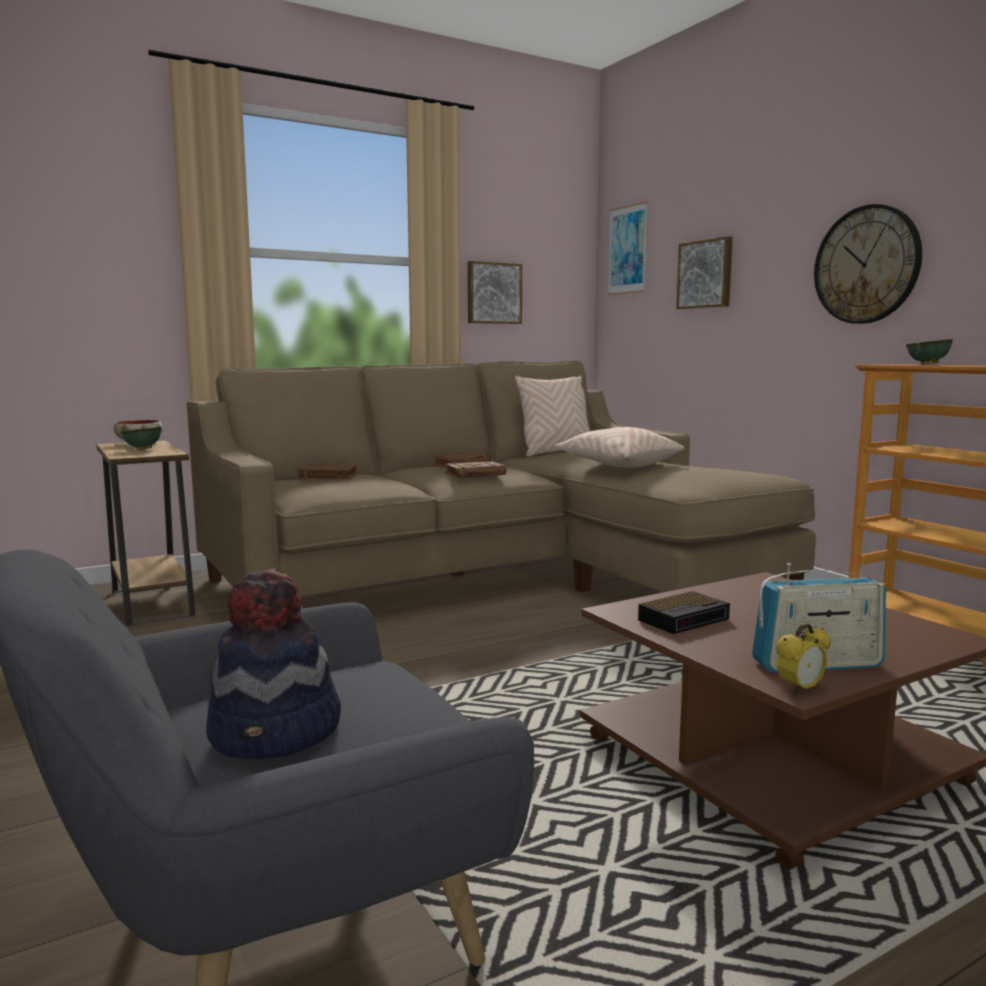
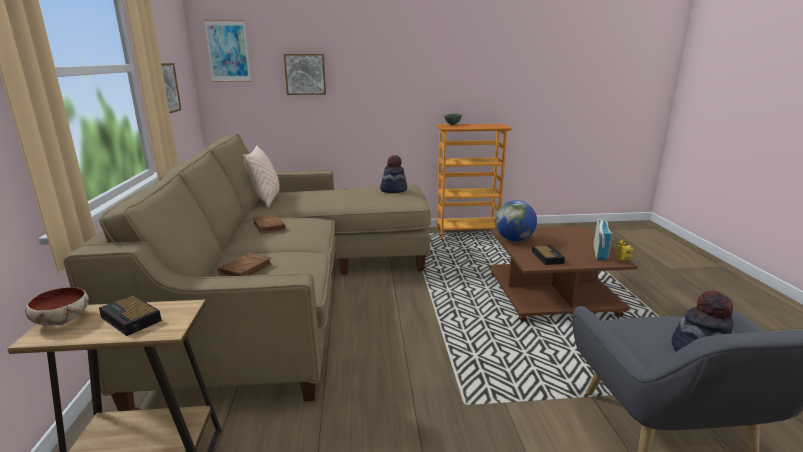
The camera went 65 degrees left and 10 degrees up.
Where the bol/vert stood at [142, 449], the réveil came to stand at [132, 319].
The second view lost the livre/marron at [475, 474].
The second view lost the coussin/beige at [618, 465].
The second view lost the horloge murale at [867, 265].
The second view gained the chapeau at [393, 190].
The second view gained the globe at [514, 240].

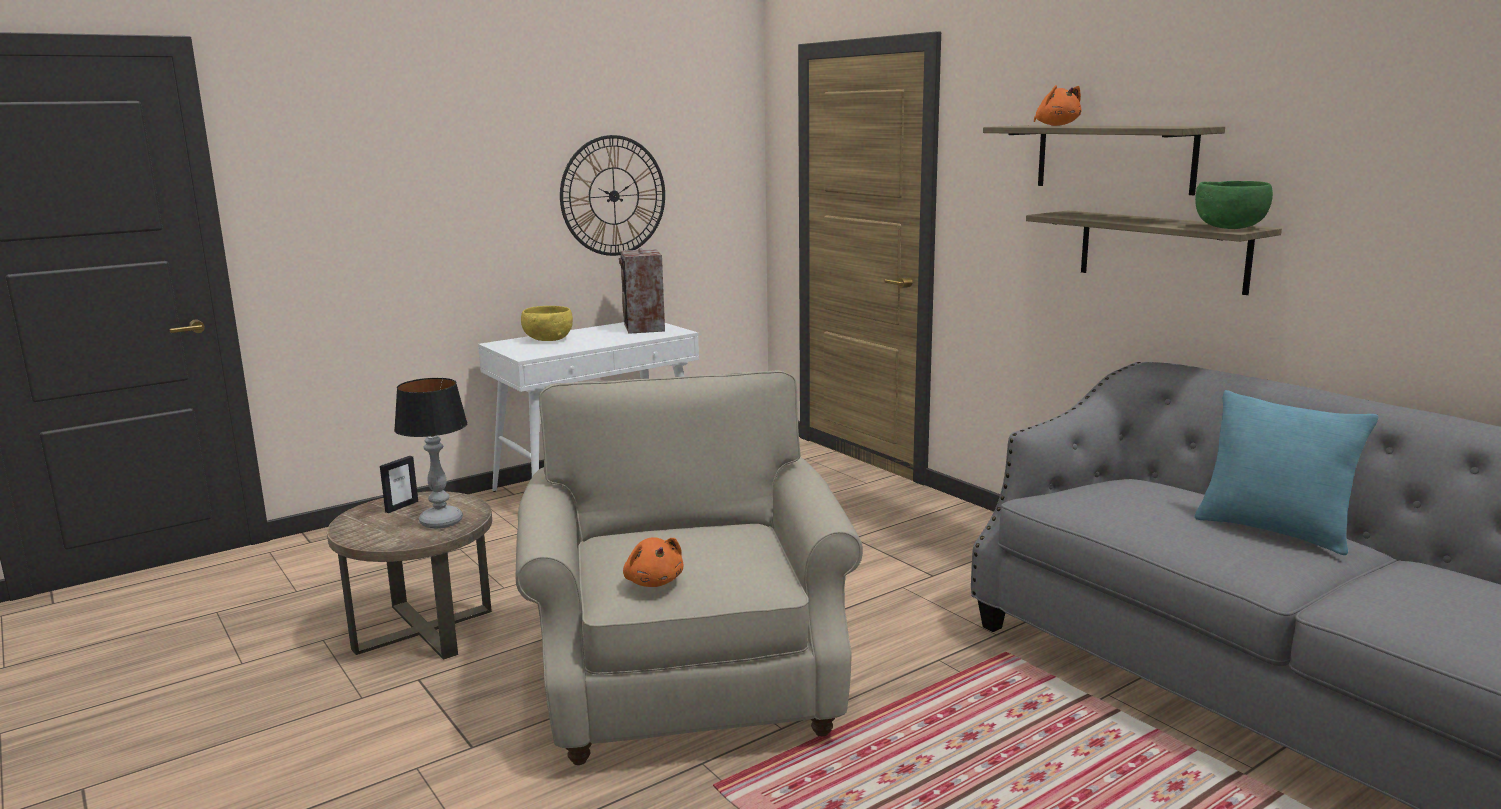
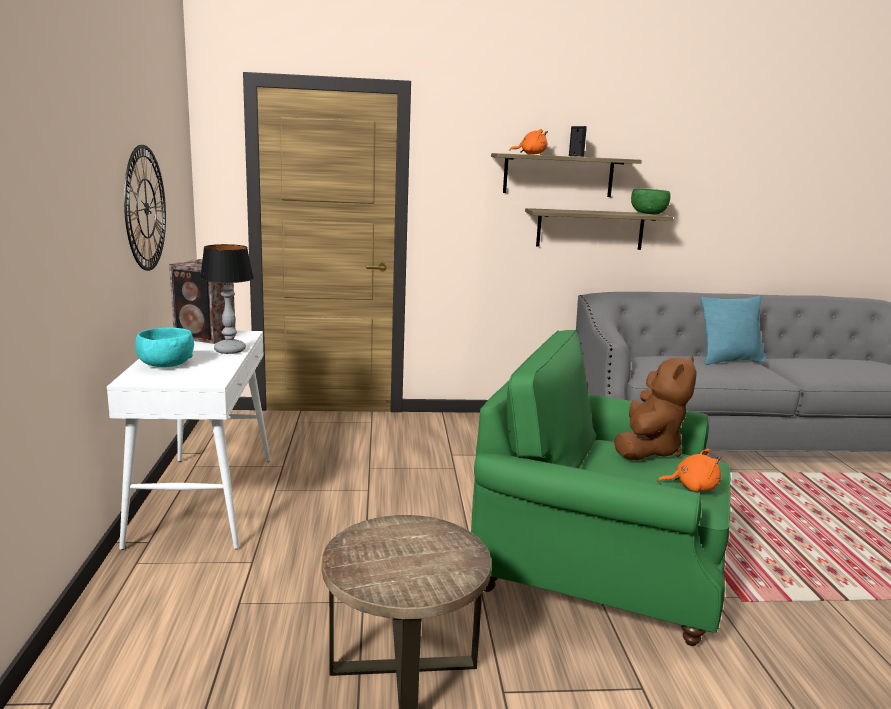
The camera went 60 degrees left and 0 degrees up.
The cadre photo ended up elsewhere, having gone from [401, 506] to [576, 156].
The lampe de table ended up elsewhere, having gone from [441, 521] to [229, 350].
What was the fauteuil/beige at [687, 677] turned into the fauteuil/vert at [598, 568].
What was the bol/jaune at [547, 339] turned into the bol/turquoise at [165, 365].
The second view gained the peluche/marron at [648, 450].

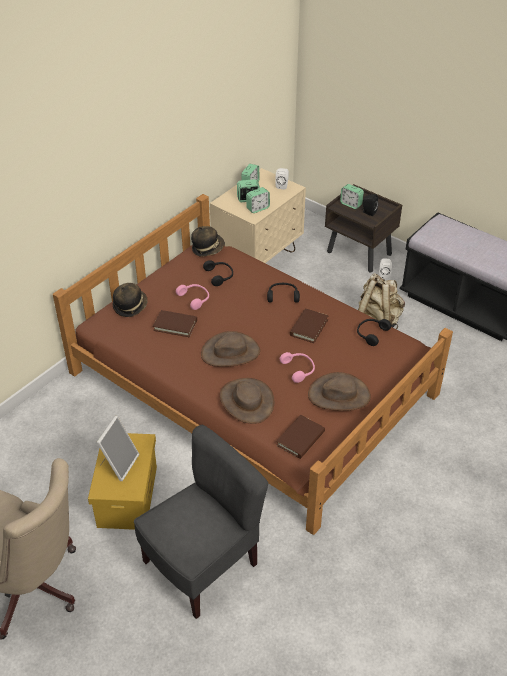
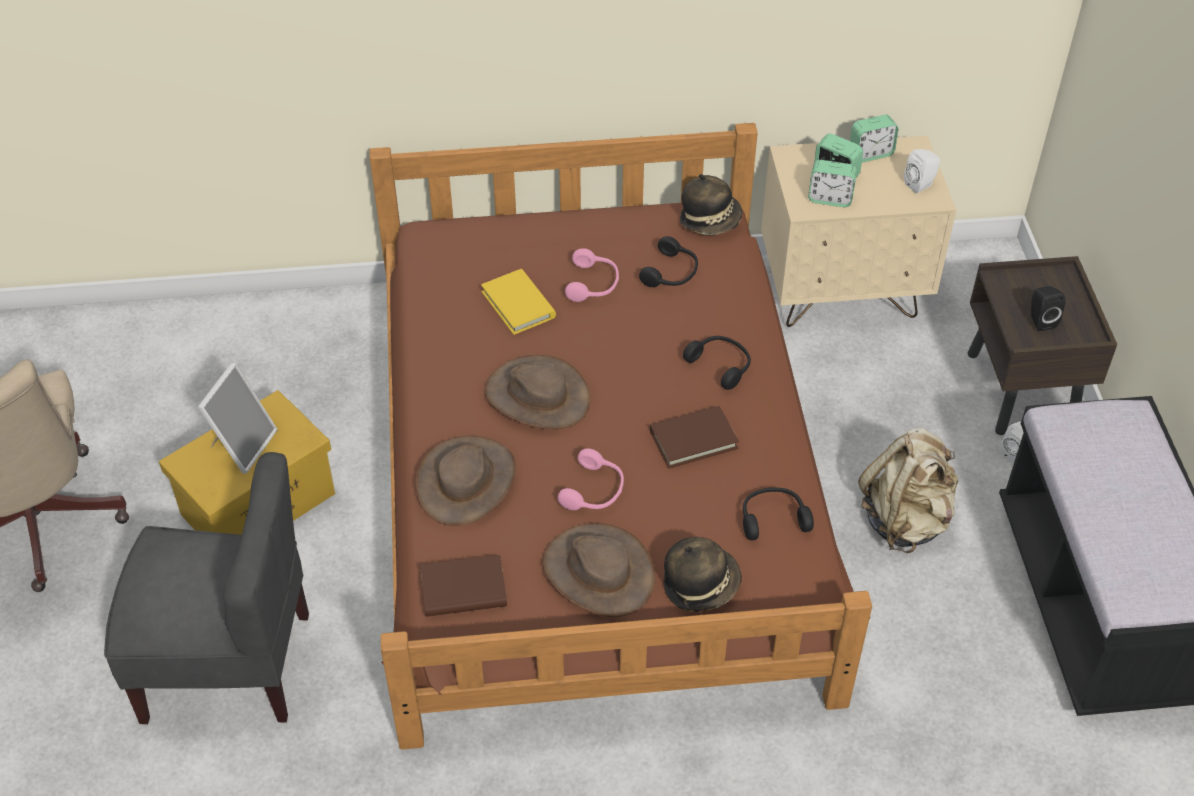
The camera went 45 degrees right and 5 degrees up.
The cadre photo at [119, 463] ended up facing another way, 45 degrees counterclockwise from before.
The chapeau ended up elsewhere, having gone from [130, 306] to [700, 584].
What was the livre/marron at [175, 325] turned into the livre/jaune at [518, 305].
The second view lost the réveil at [351, 204].

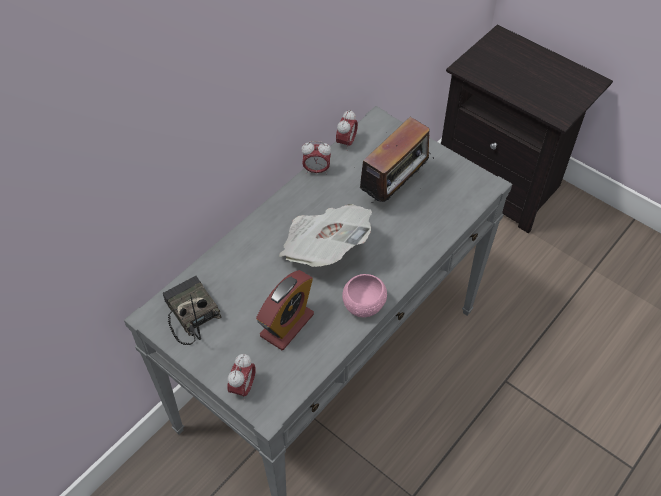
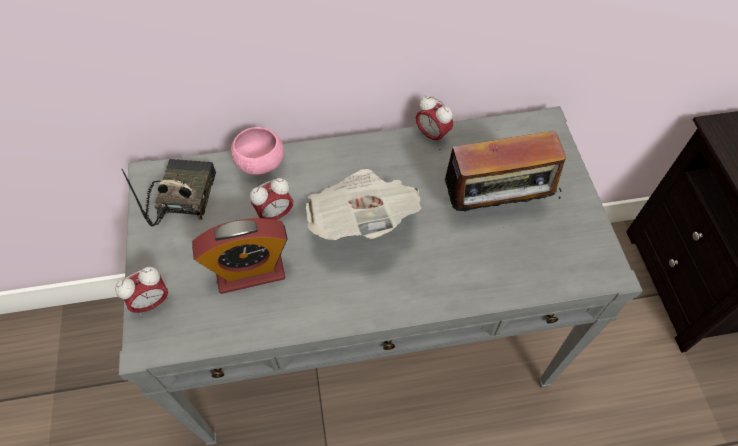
The camera went 40 degrees right and 5 degrees up.
The réveil ended up elsewhere, having gone from [346, 143] to [275, 215].
The bol/rose ended up elsewhere, having gone from [363, 305] to [261, 164].

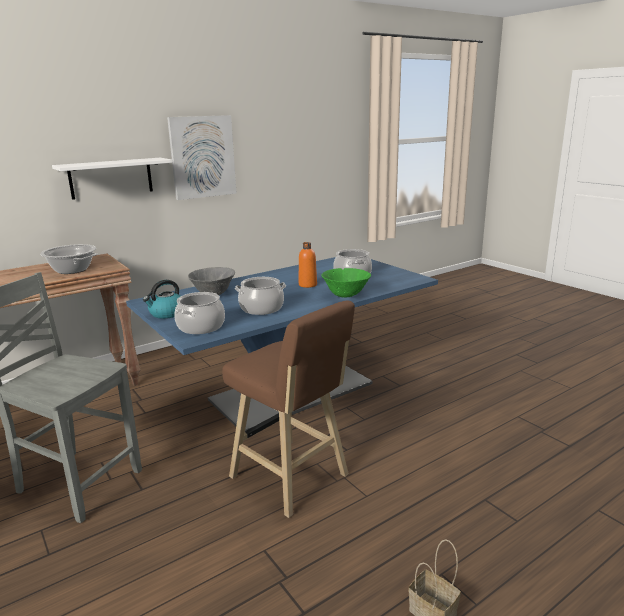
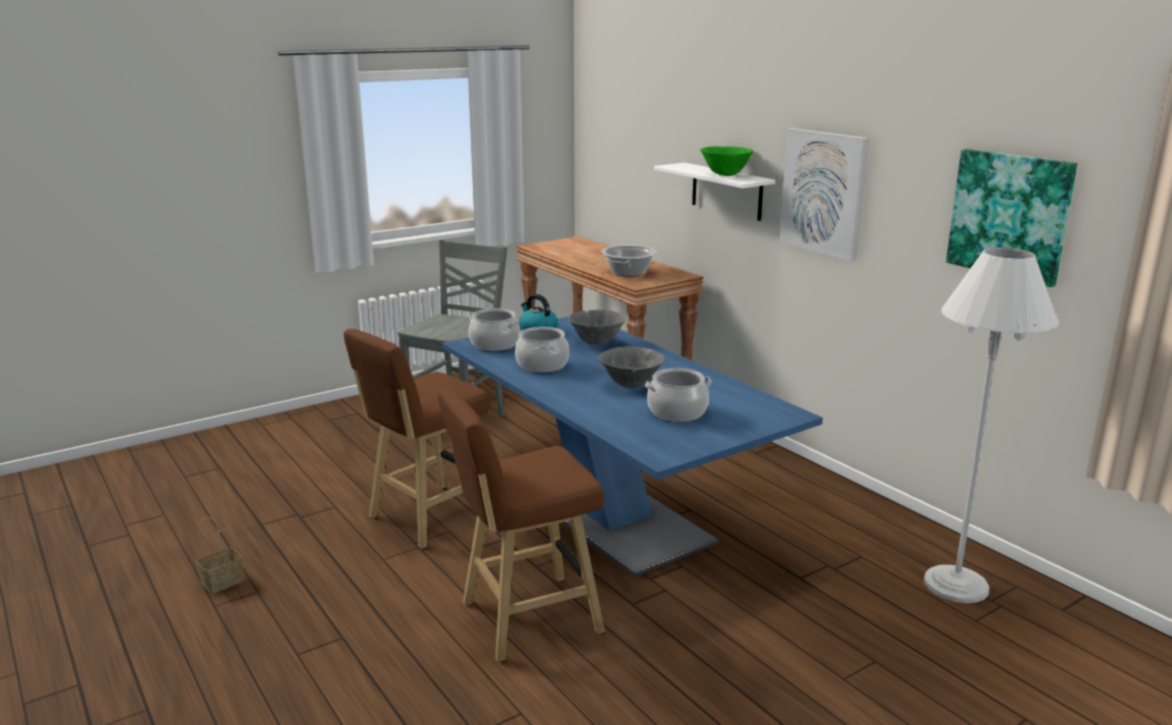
The camera went 90 degrees right and 0 degrees up.
Where the bouteille/orange stood at [307, 285], the bol/gris came to stand at [632, 385].
The bol/vert ended up elsewhere, having gone from [345, 296] to [725, 175].
The second view gained the tabouret/marron at [524, 619].
The second view gained the lampadaire/blanc at [956, 585].
The second view gained the tableau at [1010, 215].

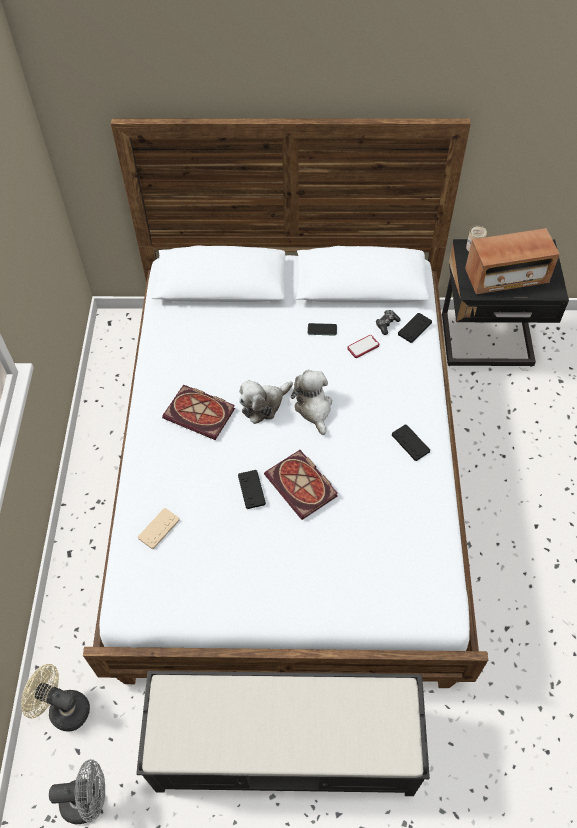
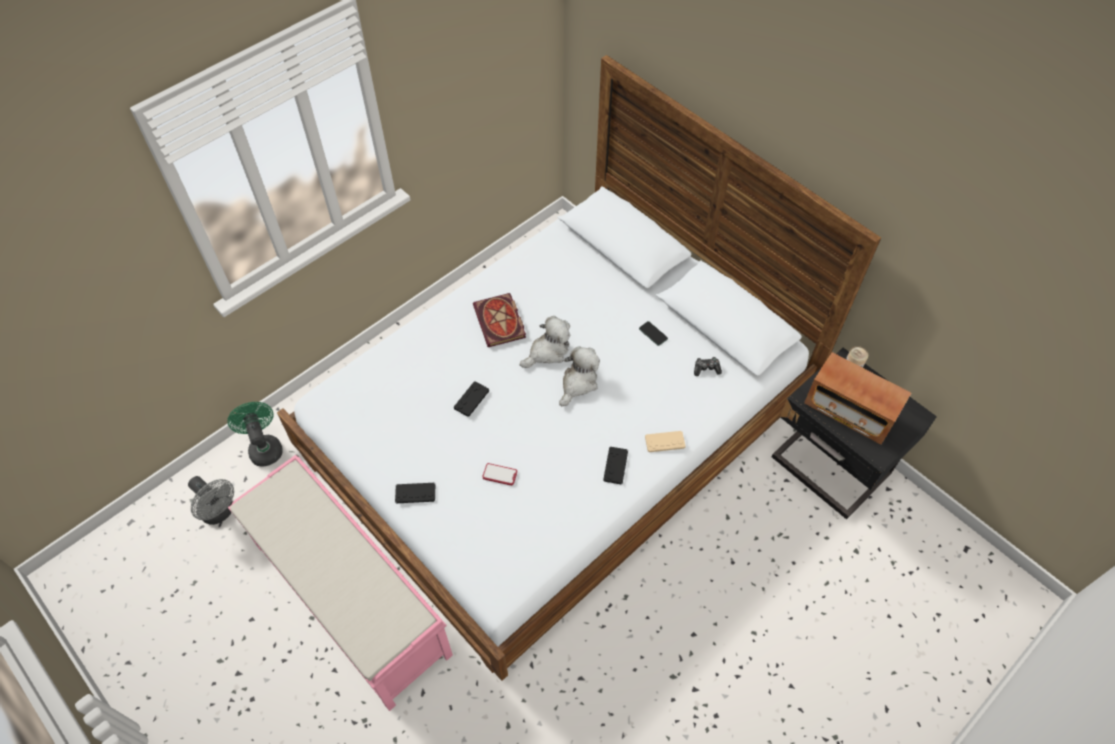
The camera went 45 degrees right and 0 degrees up.
What was the ventilateur/beige at [63, 709] turned into the ventilateur/vert at [264, 447].
What was the banc/noir at [287, 748] turned into the banc/rose at [352, 599].
The manette/beige ended up elsewhere, having gone from [159, 529] to [665, 442].
The peluche at [264, 405] ended up facing another way, 135 degrees clockwise from before.
The second view lost the livre at [303, 486].
The téléphone ended up elsewhere, having gone from [363, 347] to [500, 475].
The manette/noir ended up elsewhere, having gone from [414, 328] to [415, 493].

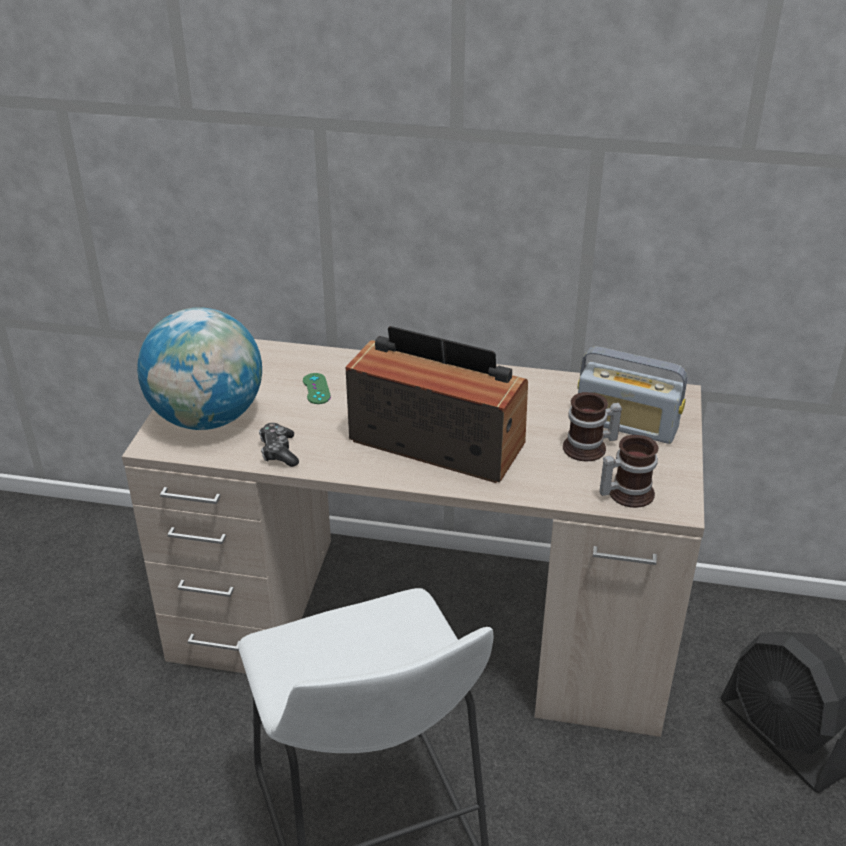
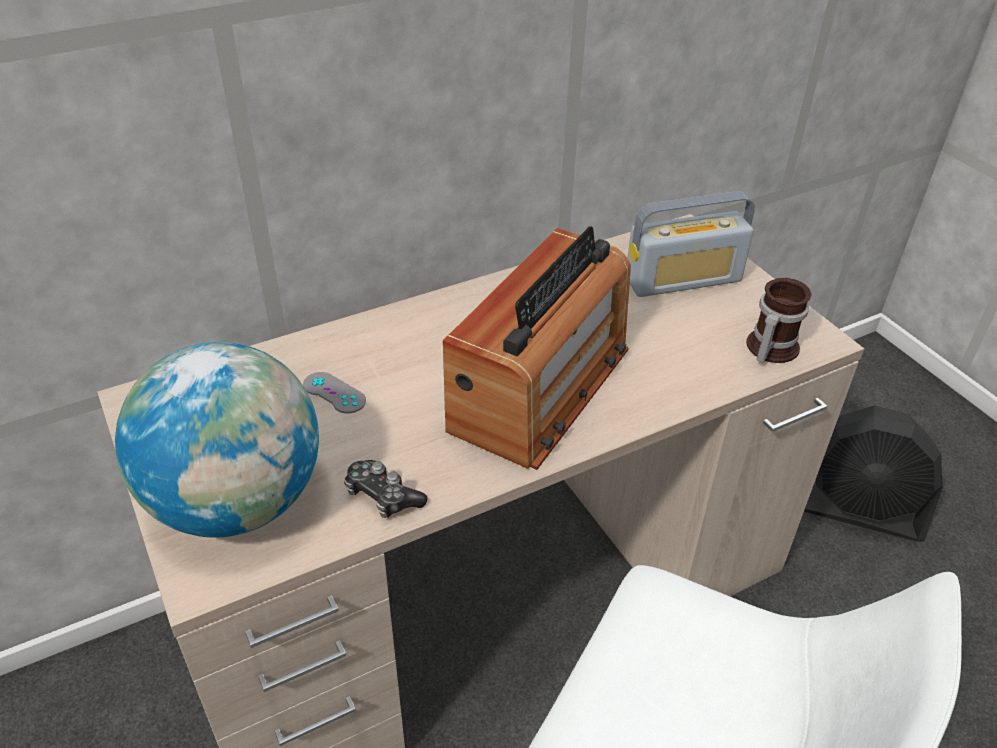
The camera went 40 degrees left and 5 degrees up.
What was the manette/vert at [316, 389] turned into the manette/gris at [334, 393].
The radio at [437, 442] ended up facing another way, 135 degrees clockwise from before.
The second view lost the mug at [589, 449].

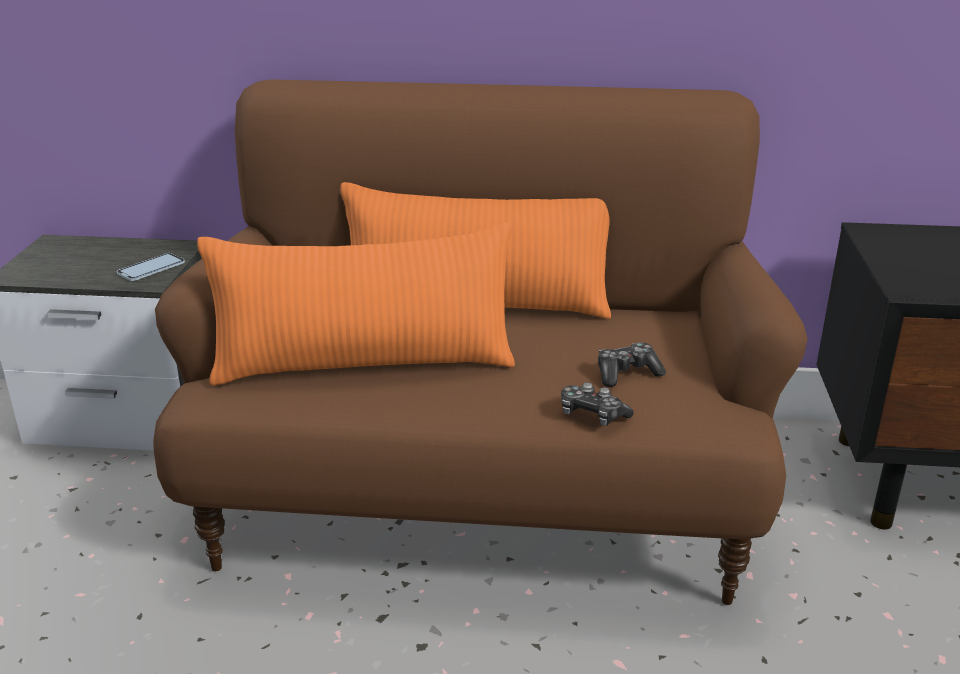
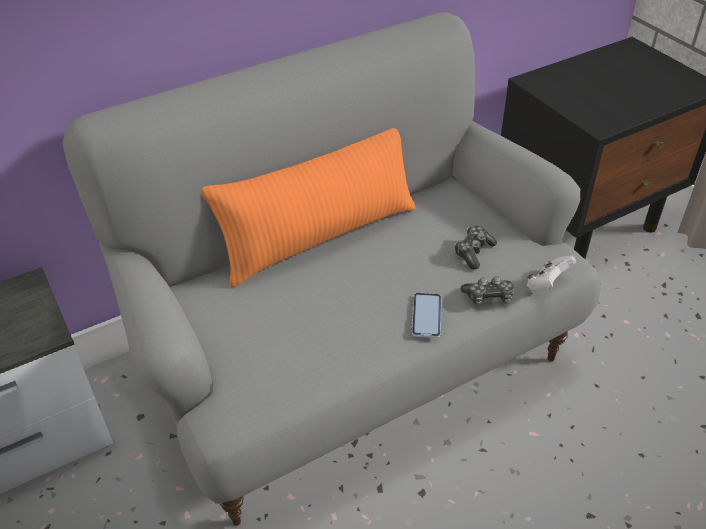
The camera went 35 degrees left and 15 degrees up.
The téléphone ended up elsewhere, having gone from [151, 268] to [426, 316].
What was the canapé/marron at [478, 498] turned into the canapé/gris at [354, 365].
The second view lost the coussin/orange at [364, 365].
The second view gained the manette/blanc at [547, 284].

